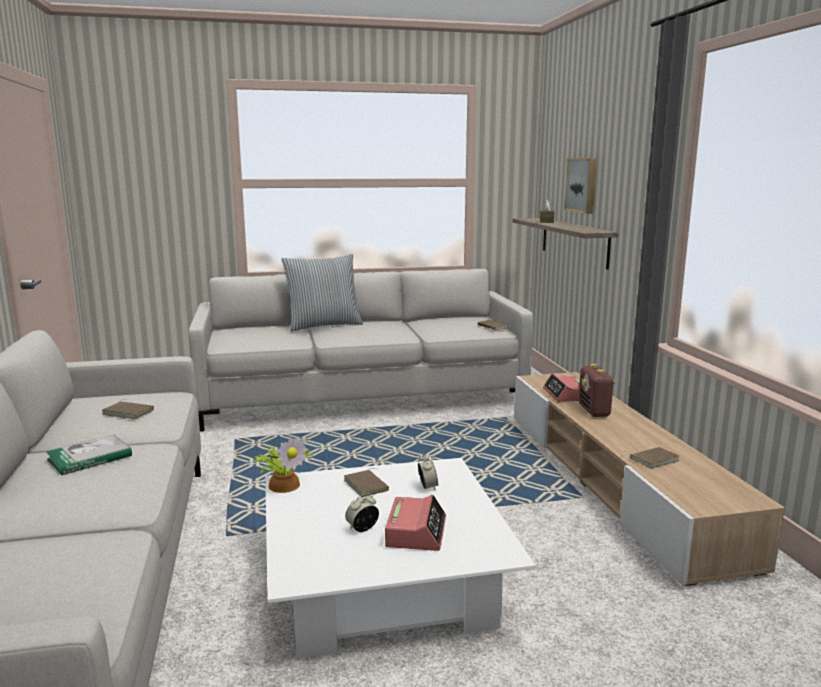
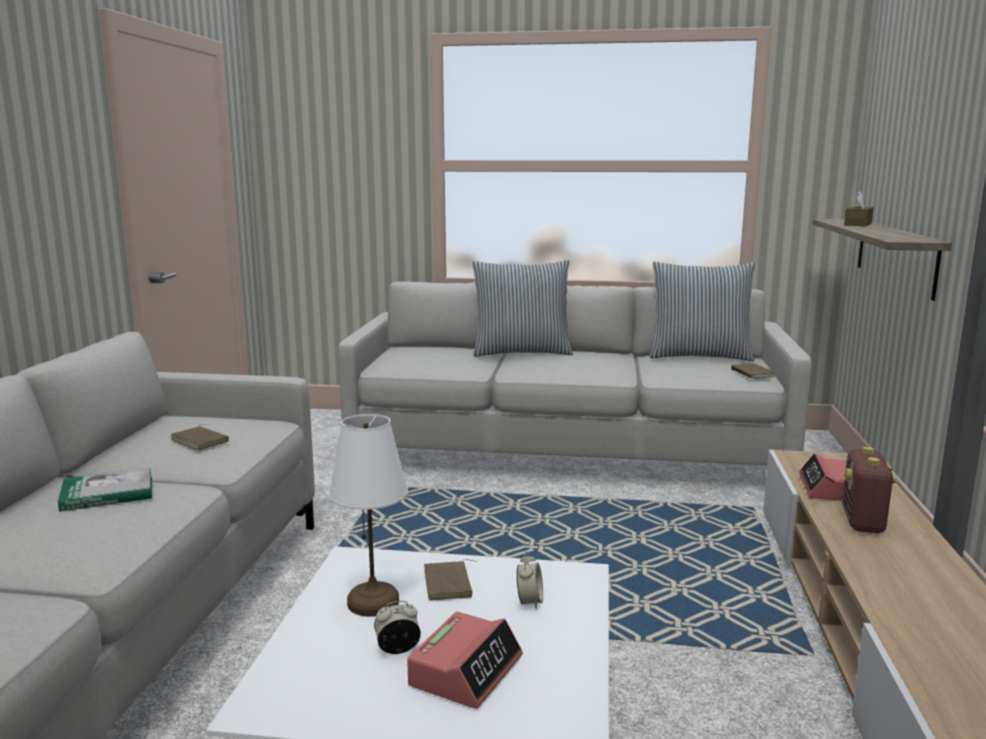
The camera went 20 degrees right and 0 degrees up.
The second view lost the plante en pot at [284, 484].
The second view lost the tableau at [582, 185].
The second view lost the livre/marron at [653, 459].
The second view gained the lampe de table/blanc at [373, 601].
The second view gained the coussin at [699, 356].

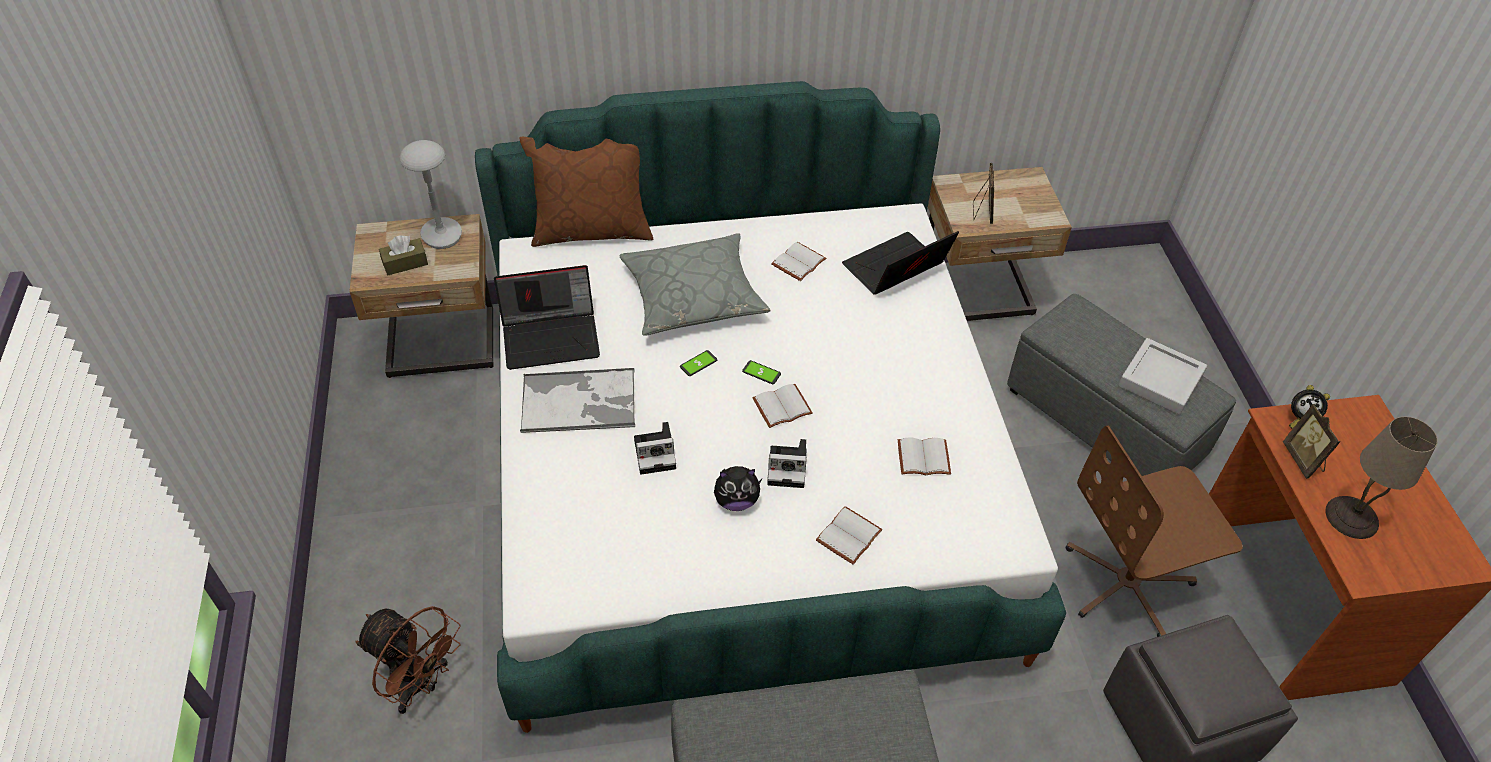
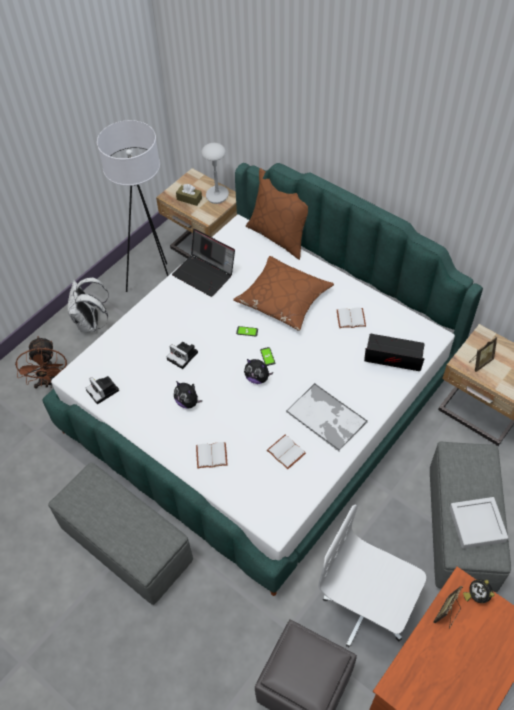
The camera went 50 degrees right and 5 degrees up.
The plateau ended up elsewhere, having gone from [580, 402] to [327, 417].
What was the coussin/gris at [693, 295] turned into the coussin/marron at [283, 299].
Where the livre/blanc stood at [782, 405], the peluche came to stand at [257, 378].
The appareil photo ended up elsewhere, having gone from [789, 467] to [104, 391].
What was the chaise de bureau/marron at [1128, 583] turned into the chaise de bureau/blanc at [366, 608].
The second view lost the lampe de table/beige at [1353, 517].
The second view gained the sac à dos/blanc at [91, 324].
The second view gained the lampadaire/blanc at [155, 284].

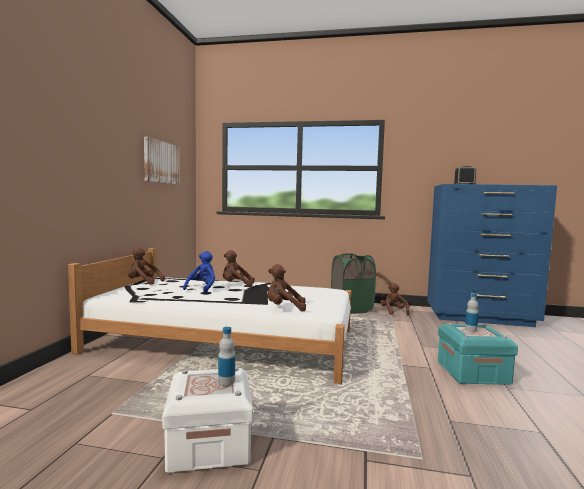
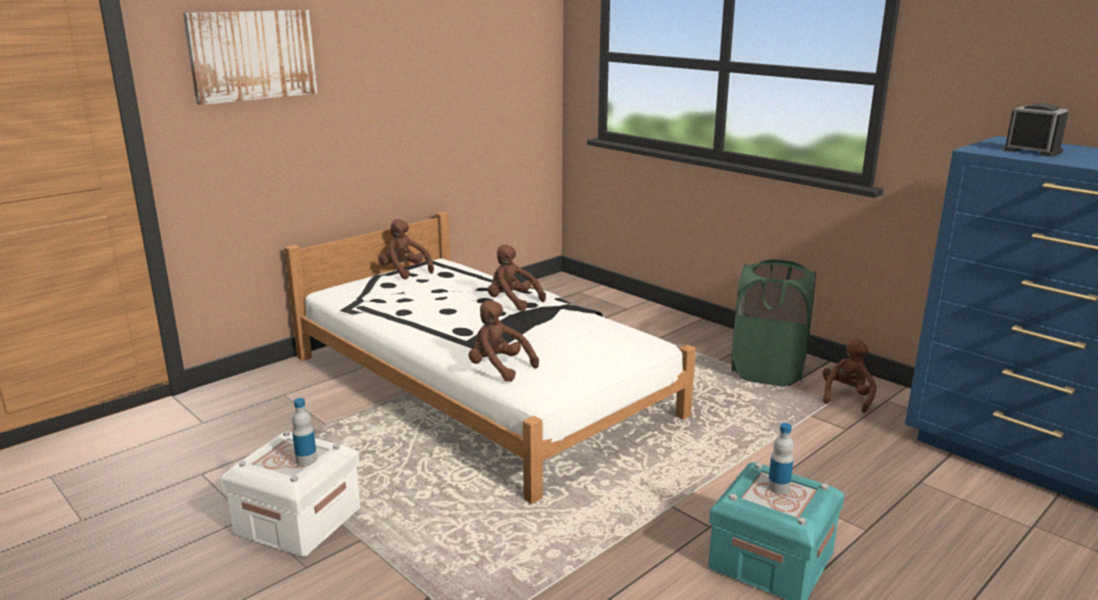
The camera went 35 degrees right and 15 degrees up.
The tableau ended up elsewhere, having gone from [161, 162] to [252, 55].
The second view lost the peluche/bleu at [202, 288].

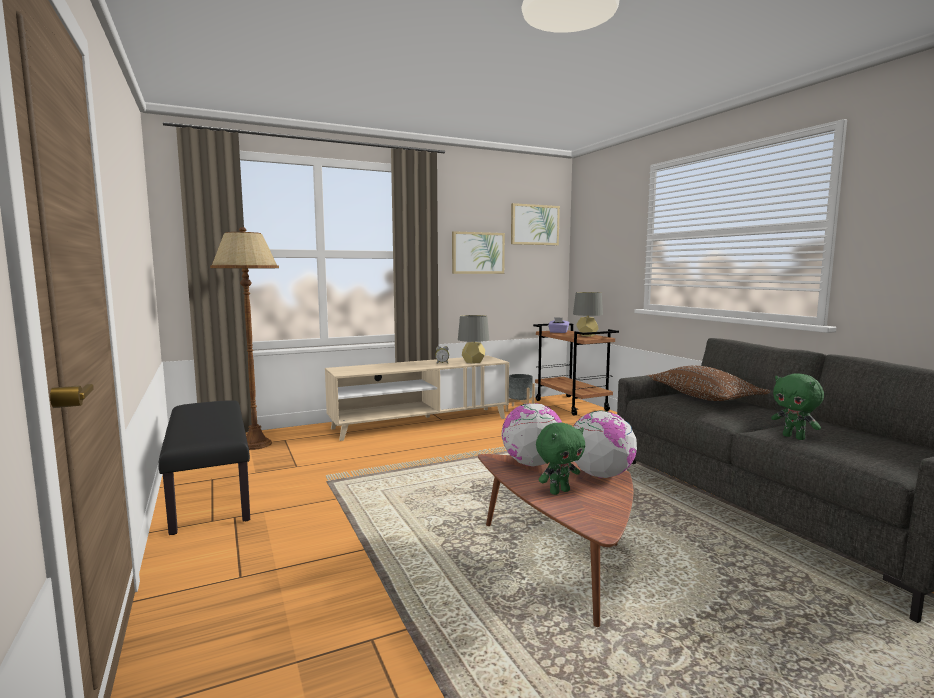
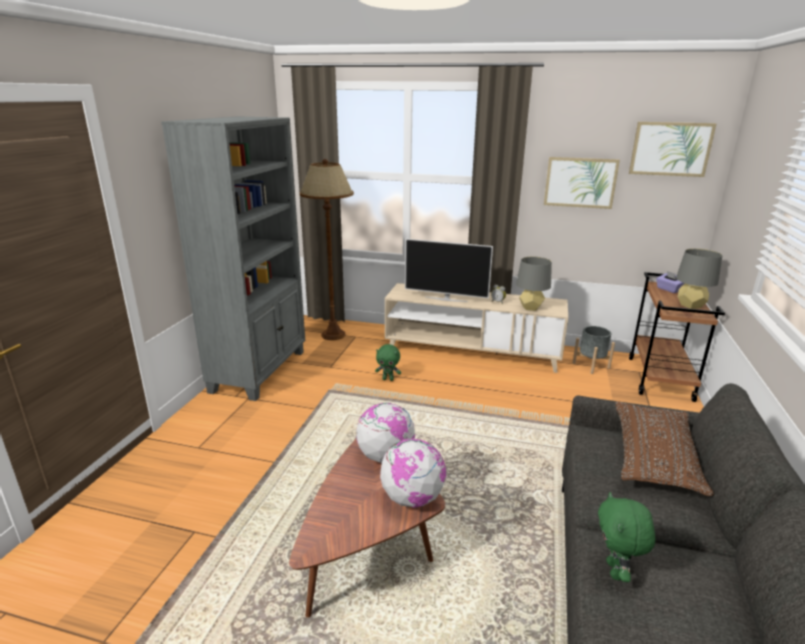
The camera went 40 degrees right and 15 degrees up.
Where the banc/noir stood at [209, 492], the bibliothèque/gris came to stand at [260, 371].
The peluche/vert ended up elsewhere, having gone from [559, 491] to [388, 379].
The second view gained the téléviseur at [446, 299].

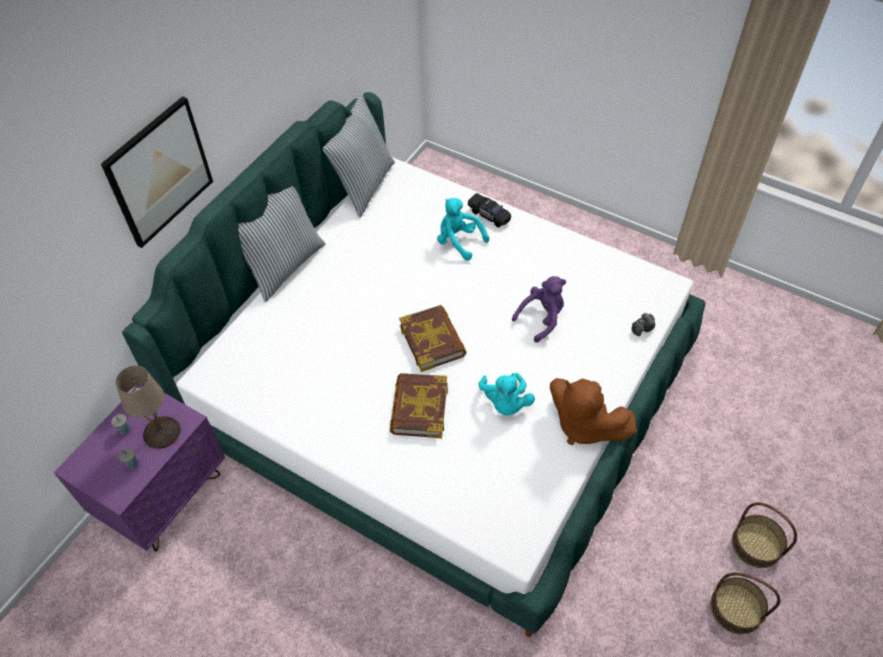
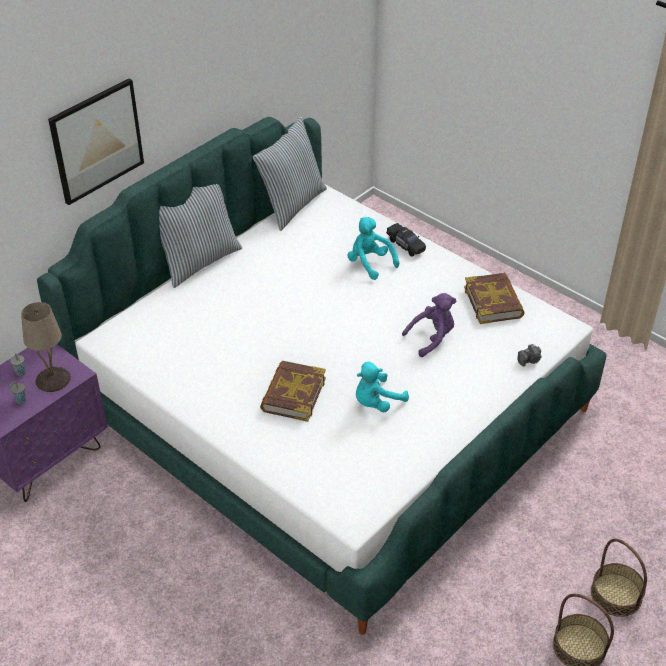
The camera went 10 degrees right and 10 degrees down.
The livre ended up elsewhere, having gone from [432, 341] to [493, 302].
The peluche/turquoise at [505, 403] ended up facing another way, 45 degrees clockwise from before.
The second view lost the peluche/marron at [583, 425].

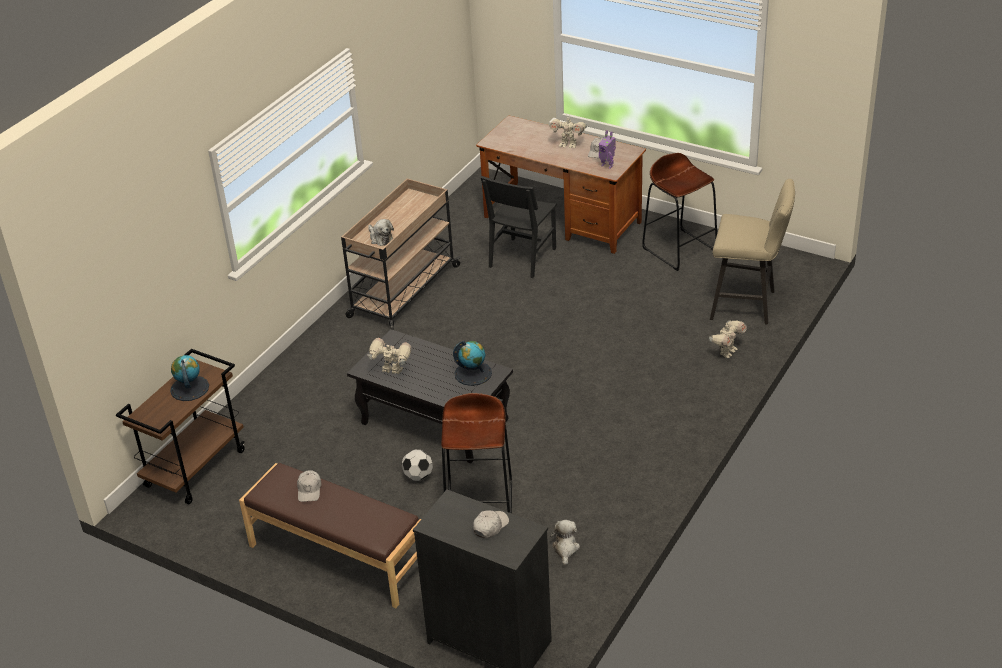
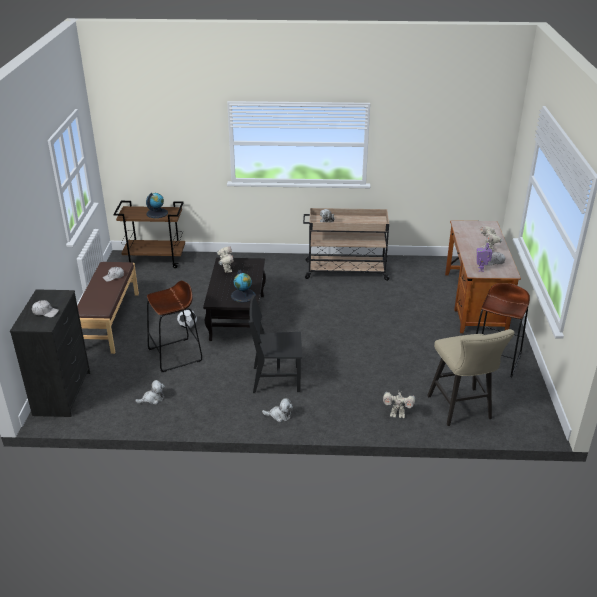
The camera went 60 degrees right and 5 degrees down.
The chaise/noir ended up elsewhere, having gone from [522, 257] to [276, 379].
The second view gained the peluche at [279, 415].

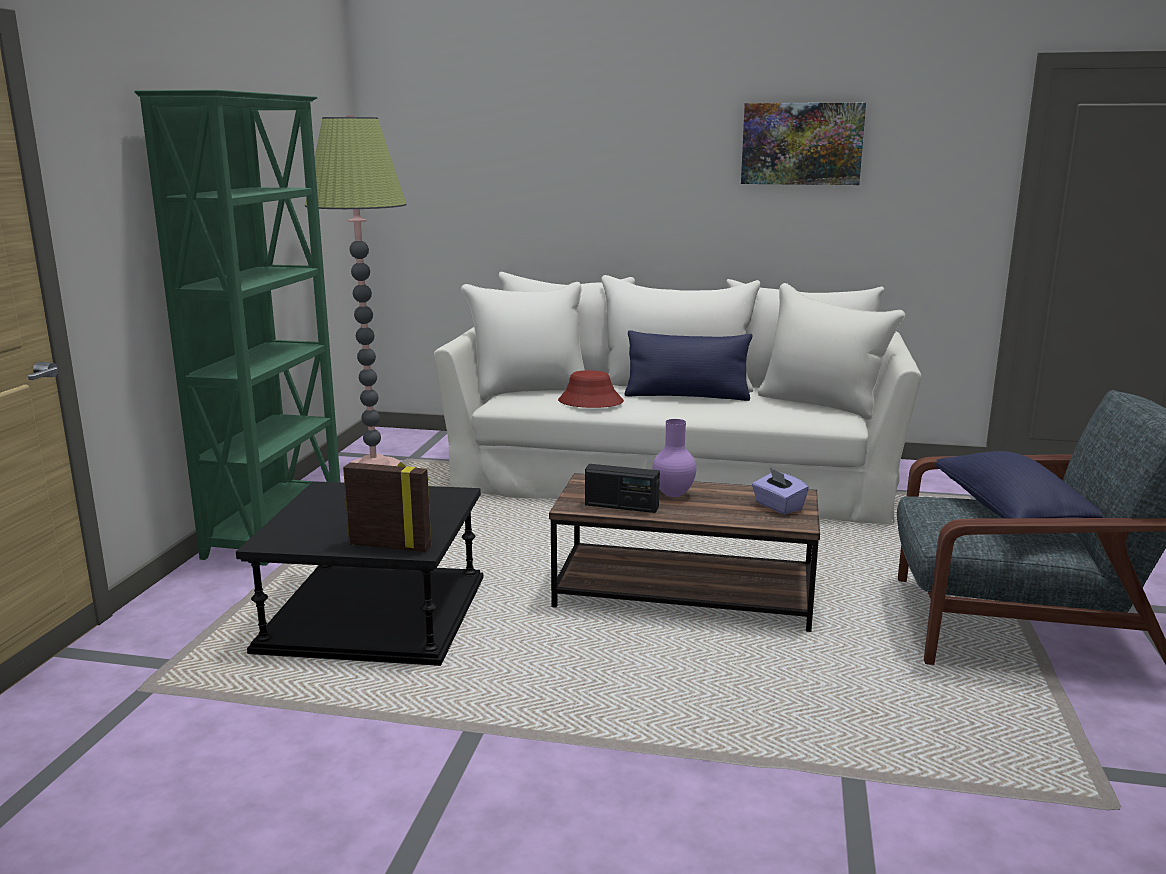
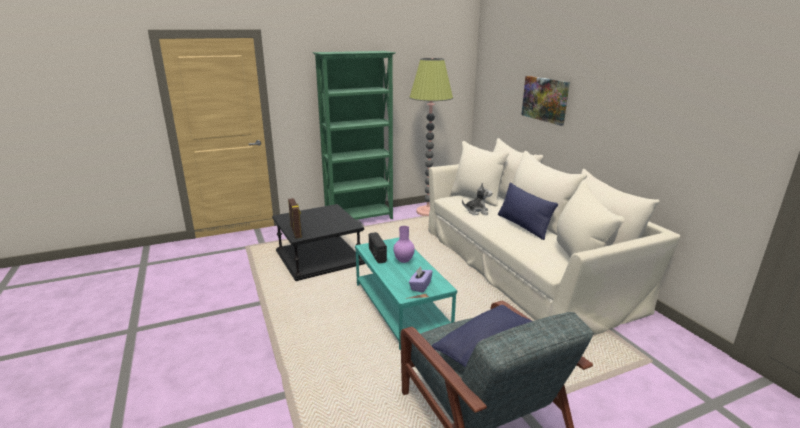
The camera went 55 degrees right and 5 degrees up.
What was the table basse/marron at [685, 594] turned into the table basse/turquoise at [401, 308].
Where the chapeau/rouge stood at [590, 402], the peluche came to stand at [477, 211].
The tableau ended up elsewhere, having gone from [801, 144] to [545, 99].

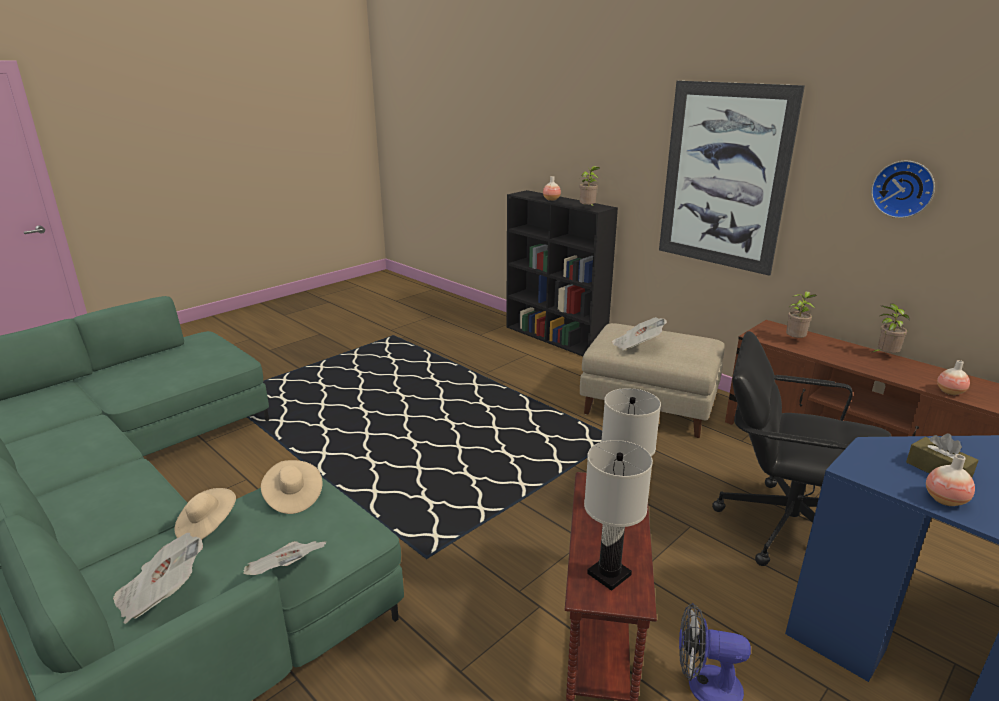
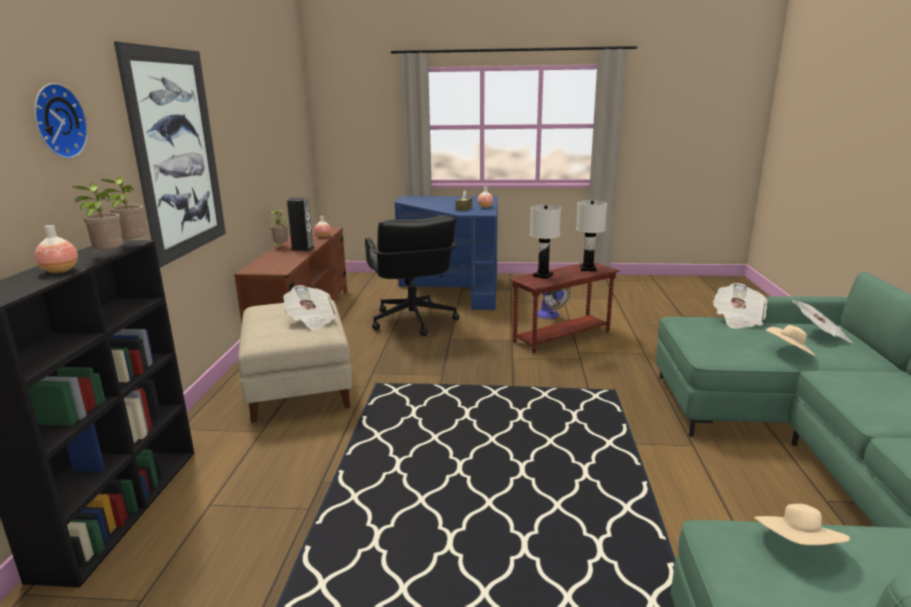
The camera went 130 degrees left and 5 degrees down.
The chapeau/beige ended up elsewhere, having gone from [293, 497] to [797, 547].
The plante en pot ended up elsewhere, having gone from [795, 341] to [108, 257].
The horloge murale ended up elsewhere, having gone from [903, 189] to [56, 121].
The second view gained the enceinte at [302, 249].

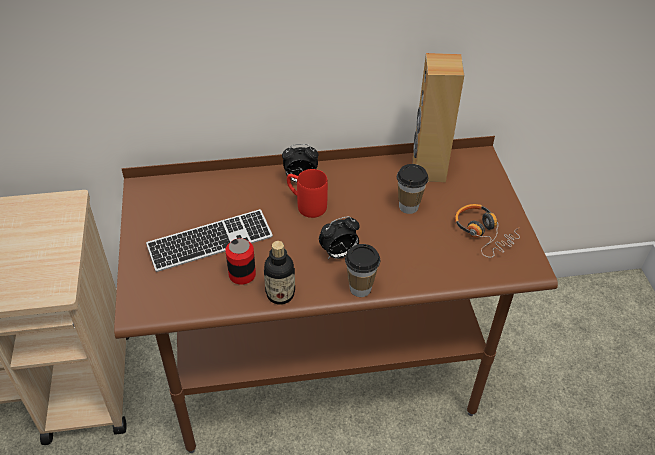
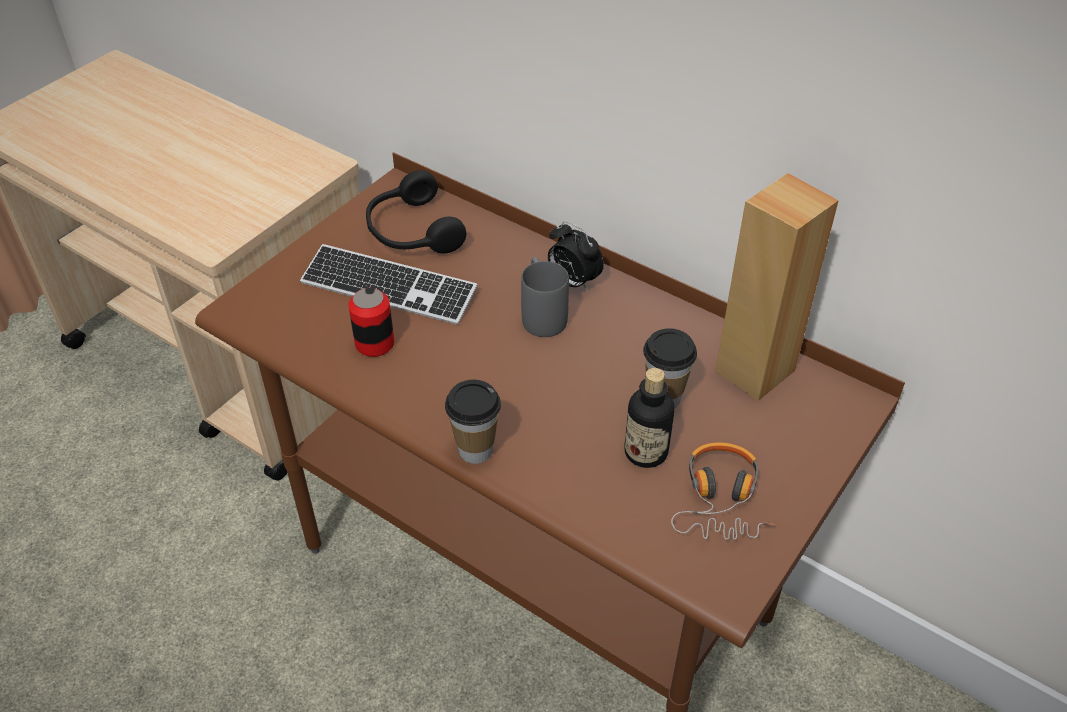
The camera went 45 degrees right and 0 degrees up.
The bouteille ended up elsewhere, having gone from [280, 294] to [646, 452].
What was the mug/rouge at [306, 205] turned into the mug/gris at [541, 314].
The second view lost the réveil at [339, 254].
The second view gained the casque audio/noir at [411, 232].

